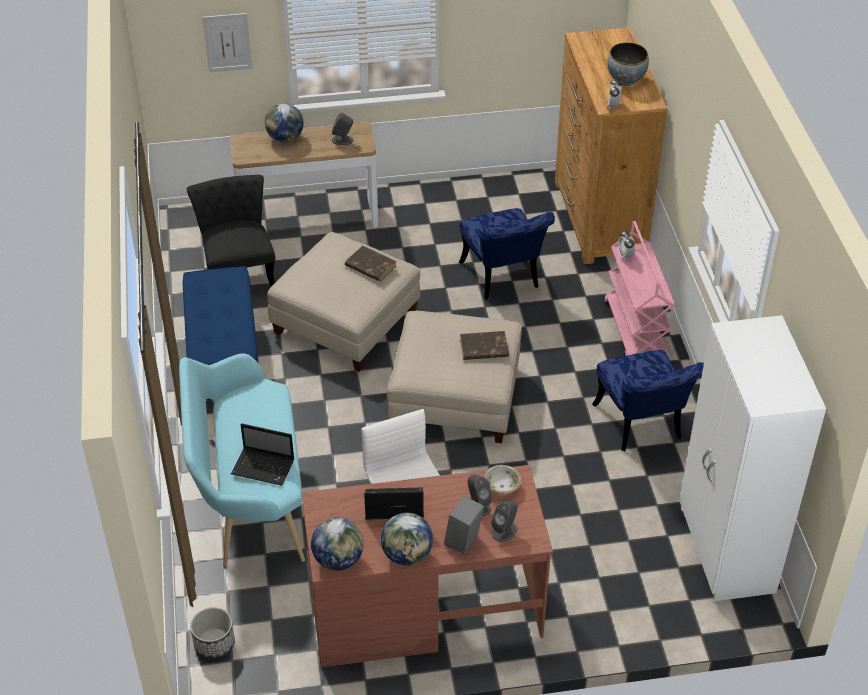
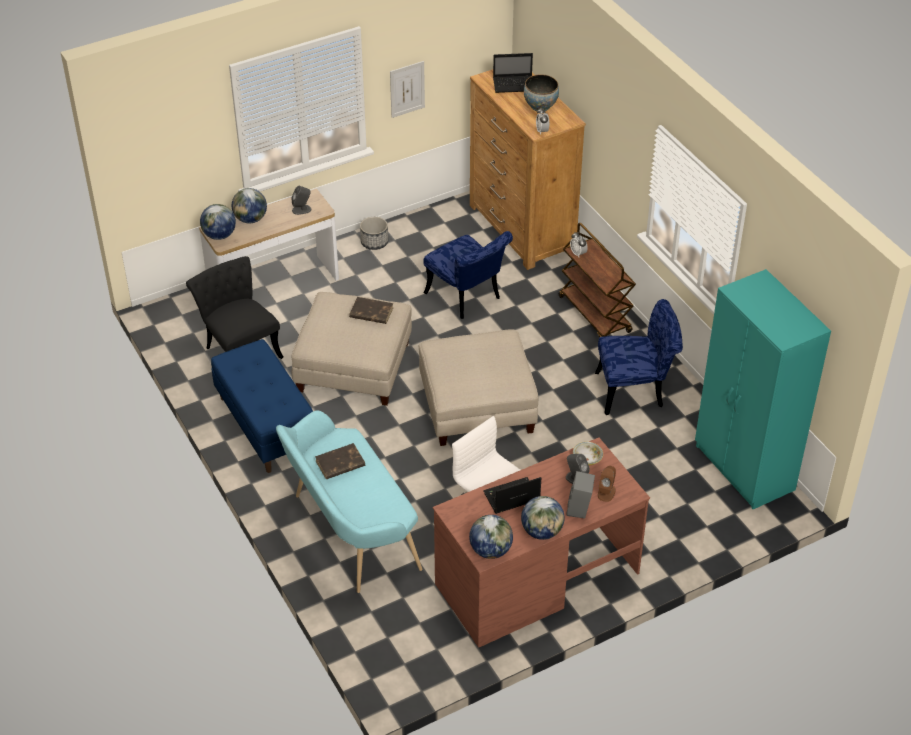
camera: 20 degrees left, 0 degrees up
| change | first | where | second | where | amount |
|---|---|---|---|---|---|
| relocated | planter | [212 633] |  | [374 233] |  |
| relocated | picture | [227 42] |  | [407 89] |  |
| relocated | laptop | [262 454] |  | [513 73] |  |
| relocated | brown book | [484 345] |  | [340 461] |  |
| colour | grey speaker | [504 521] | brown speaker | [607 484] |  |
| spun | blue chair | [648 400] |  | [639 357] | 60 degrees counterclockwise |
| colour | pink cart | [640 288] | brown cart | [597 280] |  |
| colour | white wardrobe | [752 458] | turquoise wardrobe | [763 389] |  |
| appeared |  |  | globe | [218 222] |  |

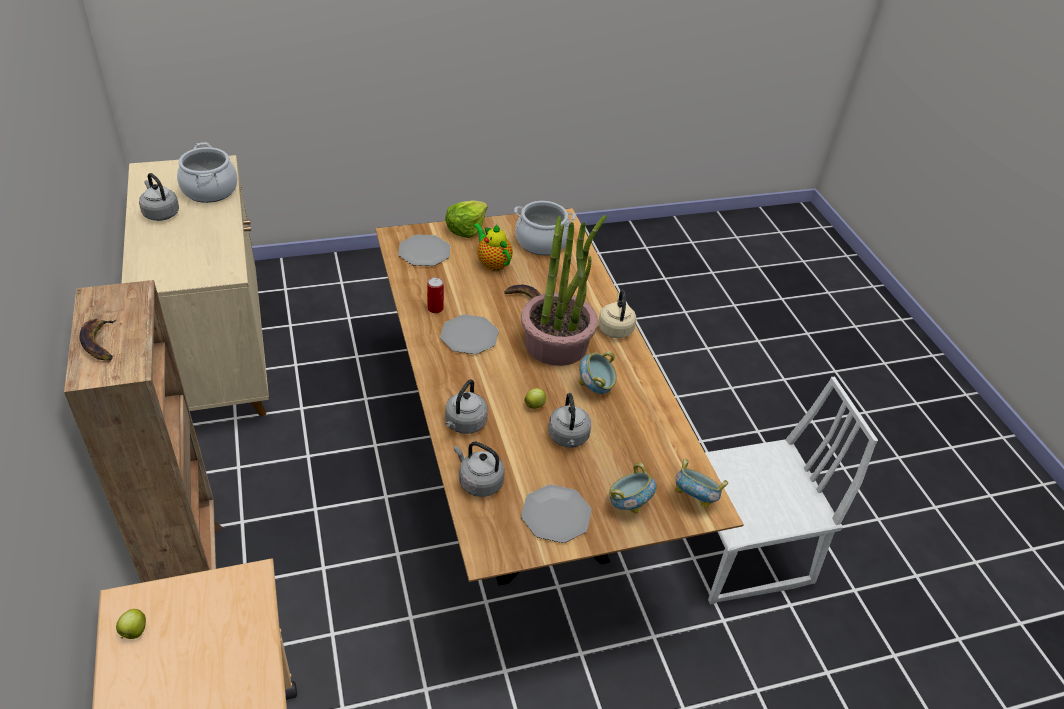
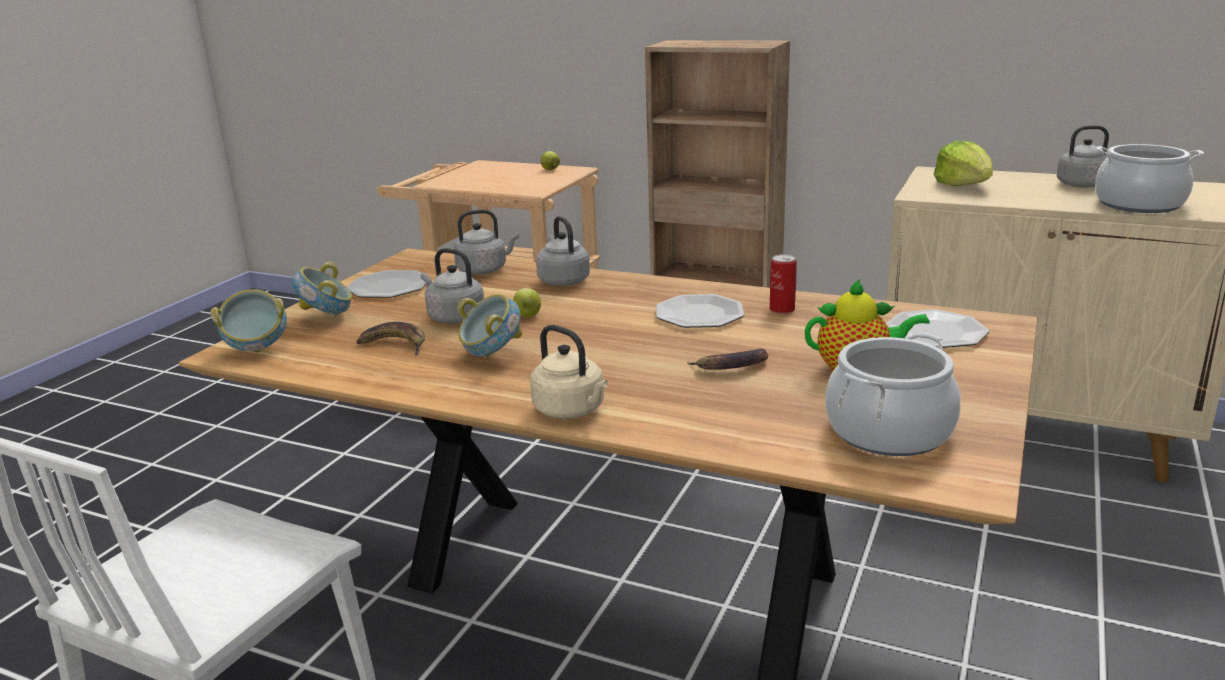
camera: 135 degrees right, 20 degrees down
| change | first | where | second | where | amount |
|---|---|---|---|---|---|
| relocated | banana | [98 339] |  | [390 338] |  |
| relocated | lettuce | [466 219] |  | [963 164] |  |
| missing | potted plant | [564 290] |  |  |  |

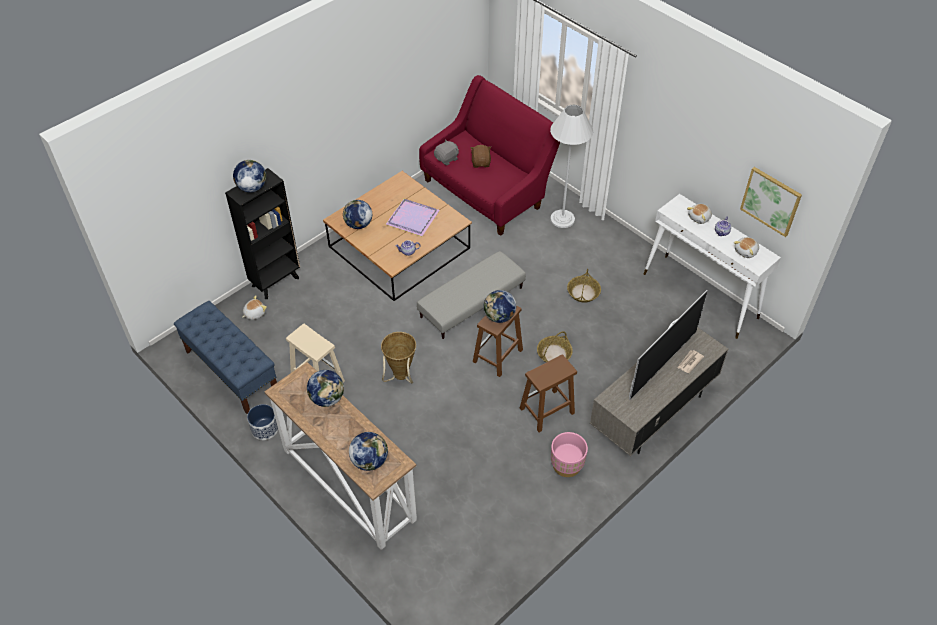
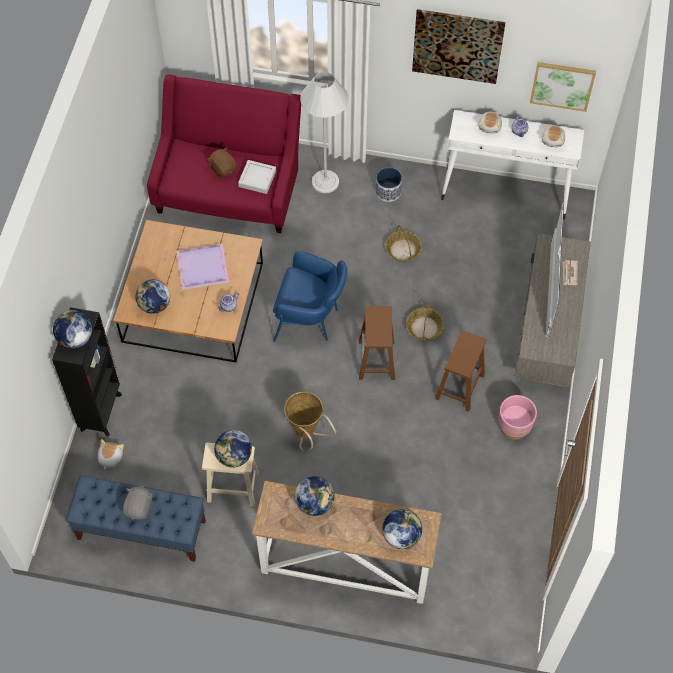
camera: 35 degrees left, 10 degrees up
| change | first | where | second | where | amount |
|---|---|---|---|---|---|
| relocated | planter | [262 422] |  | [389 185] |  |
| exchanged | grey ottoman | [471 295] | blue armchair | [310 296] |  |
| relocated | grey plush toy | [446 153] |  | [137 503] |  |
| relocated | globe | [499 306] |  | [233 449] |  |
| appeared |  |  | grey tray | [257 177] |  |
| appeared |  |  | picture | [459 46] |  |

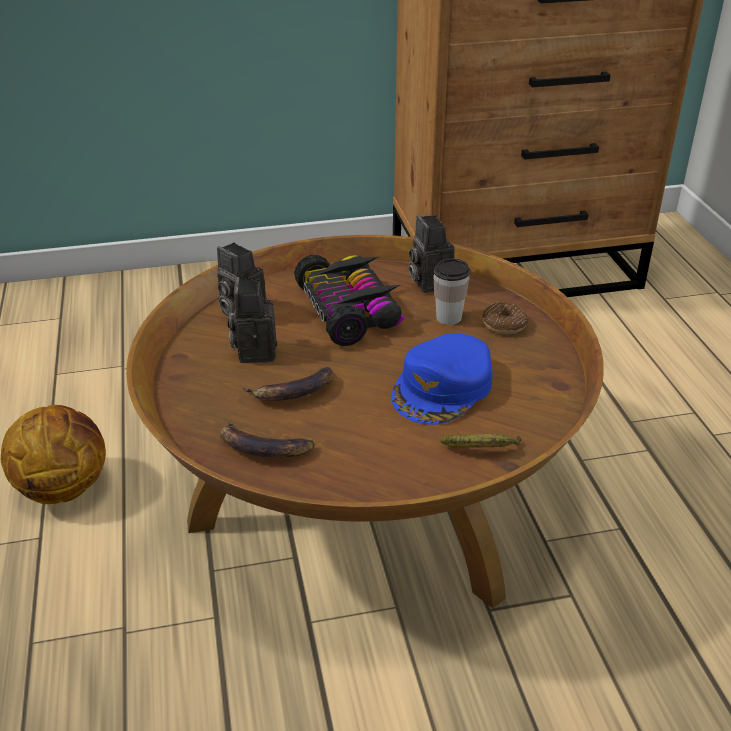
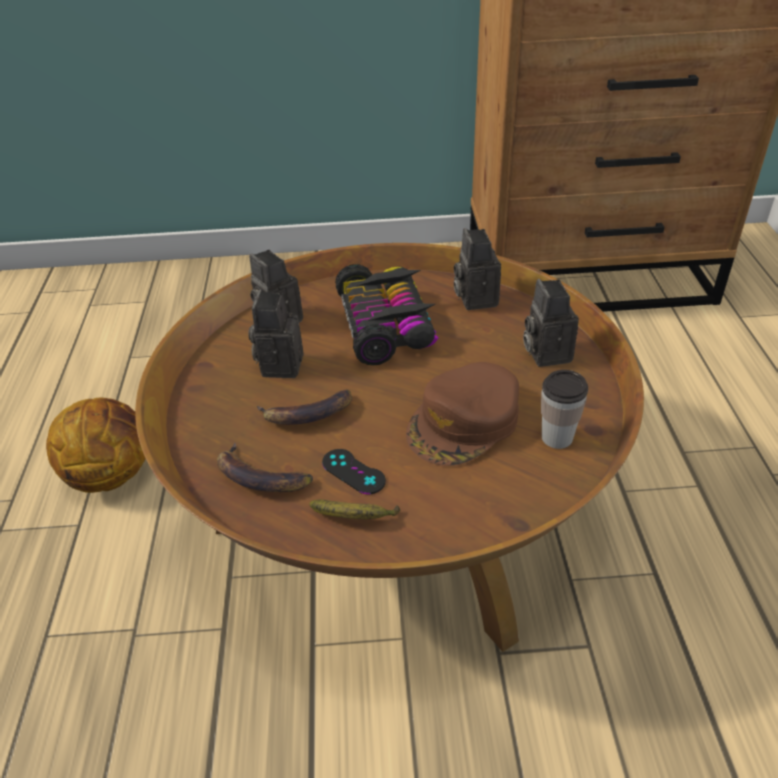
camera: 10 degrees right, 5 degrees up
| change | first | where | second | where | amount |
|---|---|---|---|---|---|
| colour | blue cap | [442 379] | brown cap | [462 414] |  |
| relocated | cup | [451 291] |  | [564 409] |  |
| relocated | banana | [481 440] |  | [354 509] |  |
| exchanged | donut | [505 318] | photo camera | [551 323] |  |
| appeared |  |  | black game controller | [354 471] |  |

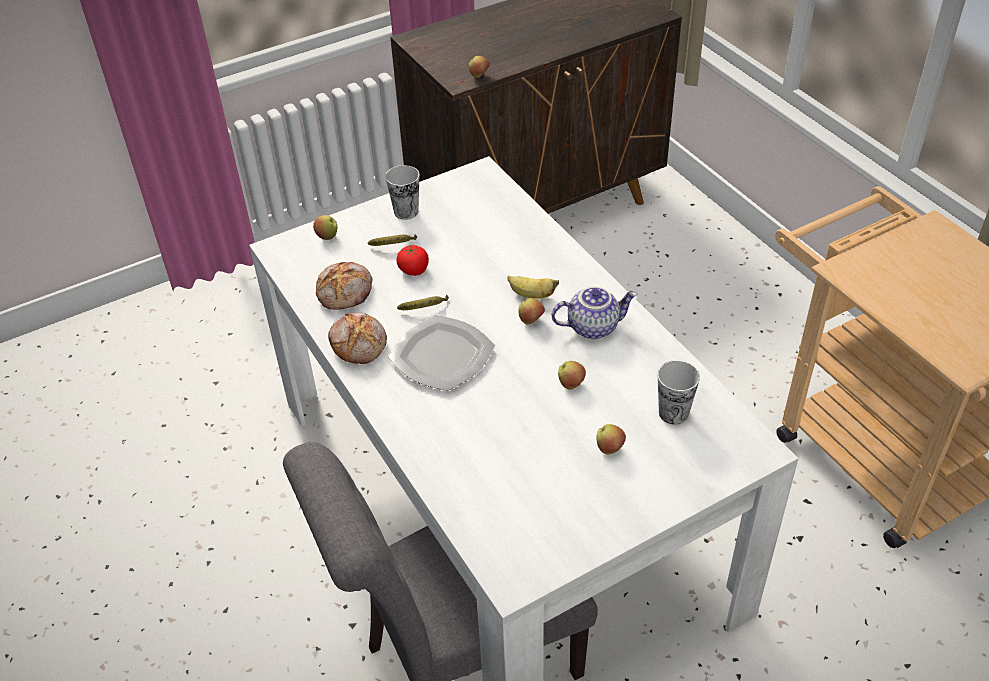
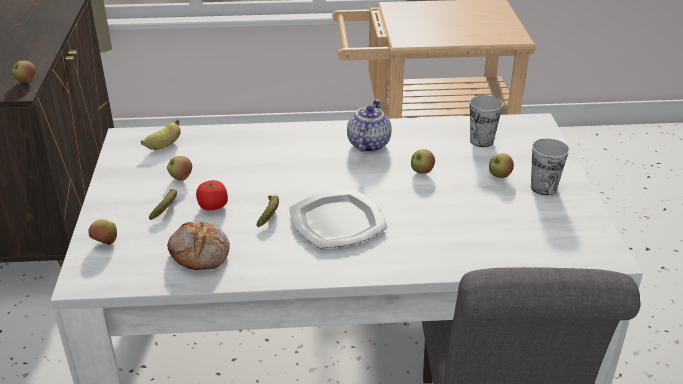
camera: 65 degrees left, 10 degrees down
| change | first | where | second | where | amount |
|---|---|---|---|---|---|
| missing | bread | [357 338] |  |  |  |
| relocated | cup | [402 192] |  | [550 166] |  |
| relocated | banana | [533 287] |  | [161 134] |  |
| relocated | apple | [531 311] |  | [179 168] |  |

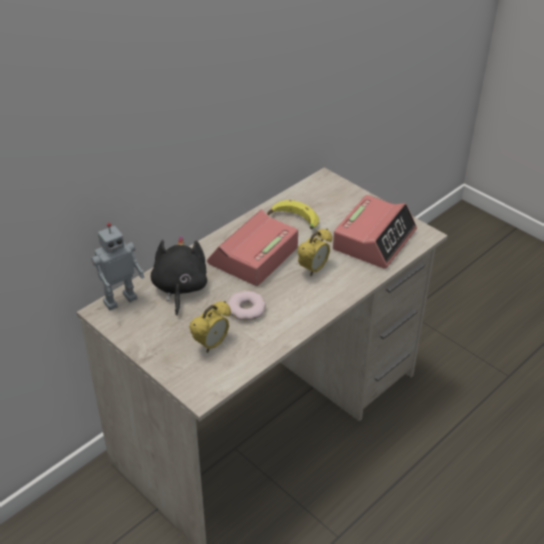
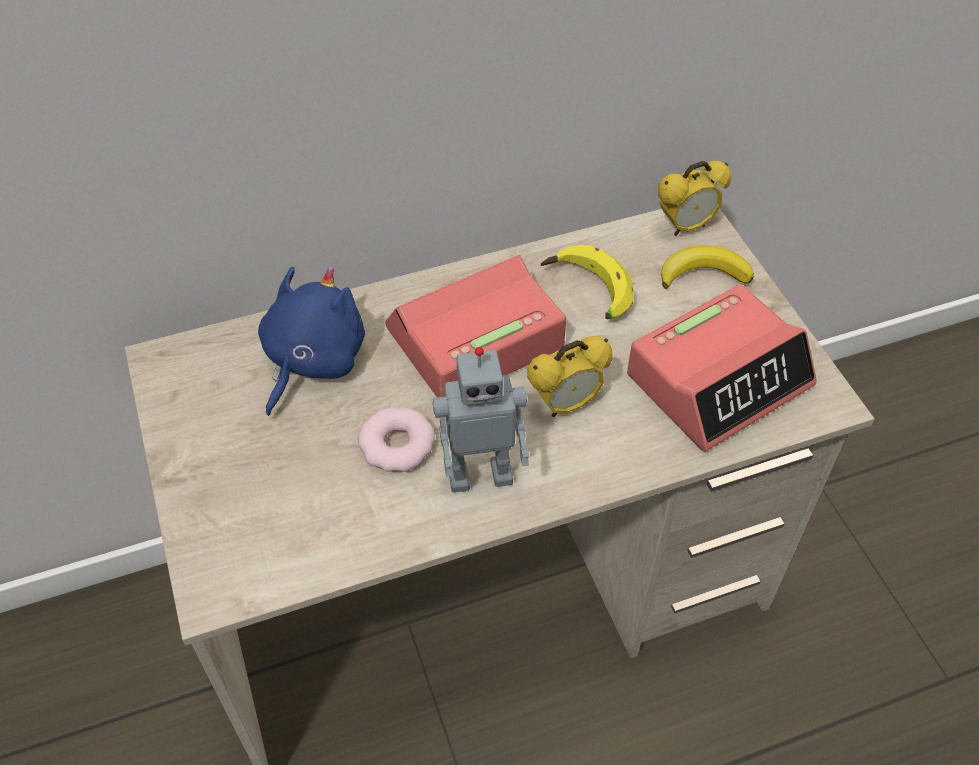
camera: 25 degrees right, 10 degrees up
| change | first | where | second | where | amount |
|---|---|---|---|---|---|
| relocated | toy robot | [118 267] |  | [481 420] |  |
| colour | black plush toy | [179 275] | blue plush toy | [311 341] |  |
| relocated | alarm clock | [210 327] |  | [694 198] |  |
| appeared |  |  | banana | [707 267] |  |

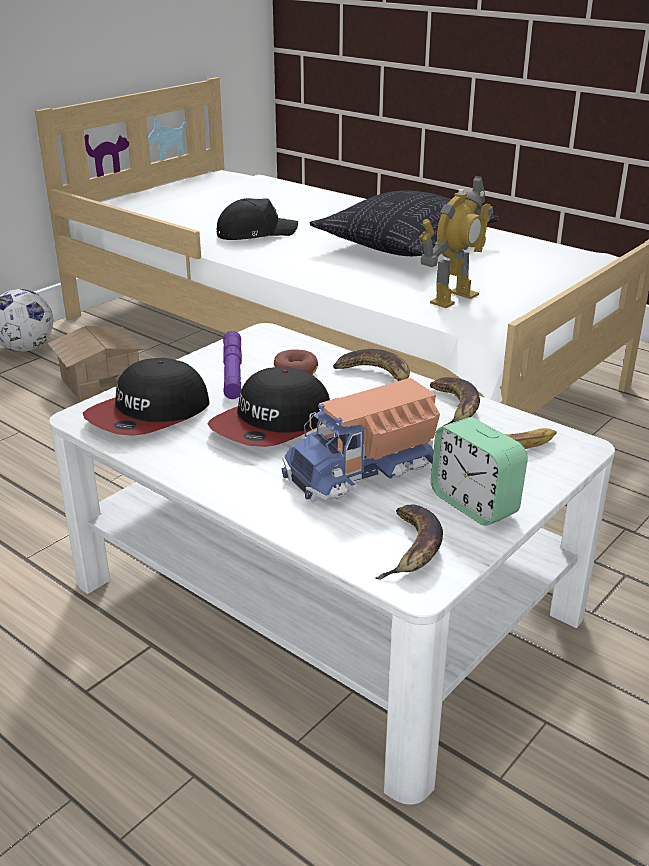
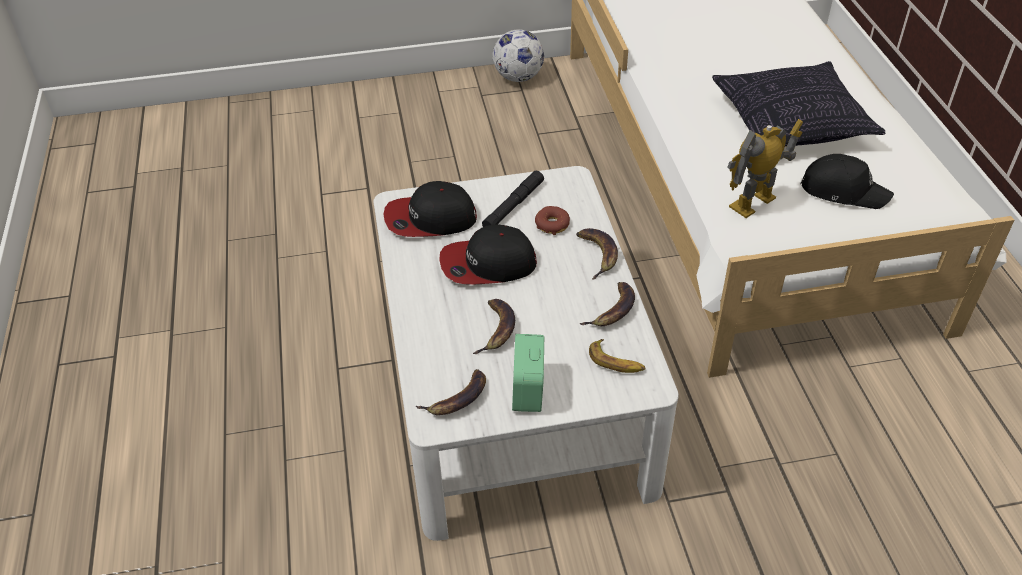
camera: 40 degrees right, 15 degrees up
| change | first | where | second | where | amount |
|---|---|---|---|---|---|
| missing | toy house | [96 364] |  |  |  |
| relocated | black cap | [257 219] |  | [847 181] |  |
| colour | purple flashlight | [232 365] | black flashlight | [513 199] |  |
| exchanged | toy truck | [360 440] | banana | [494 326] |  |
| spun | toy robot | [456 242] |  | [765 168] | 150 degrees clockwise |

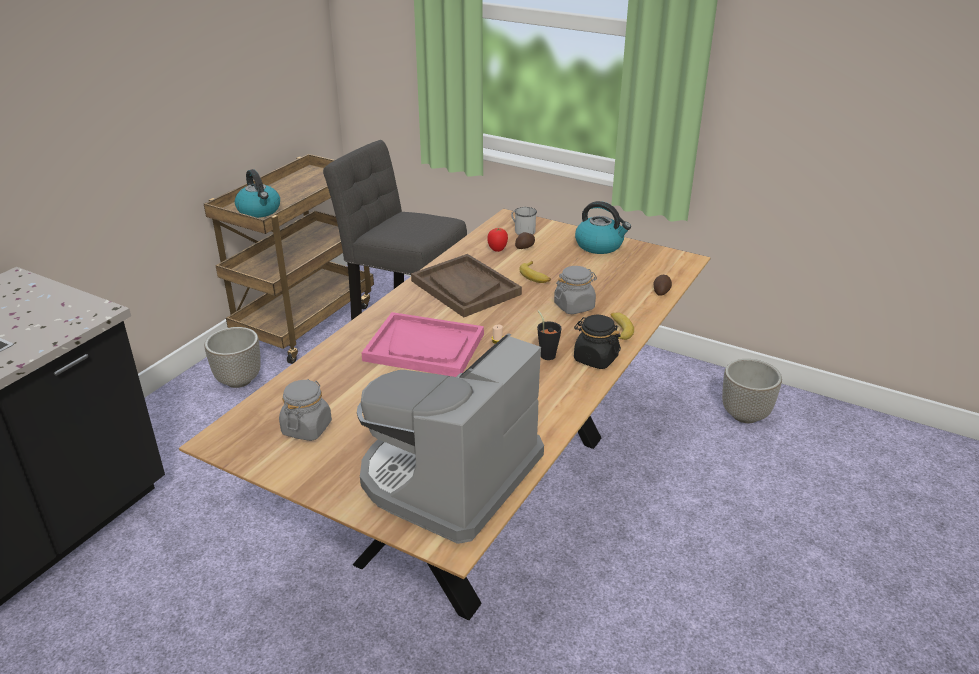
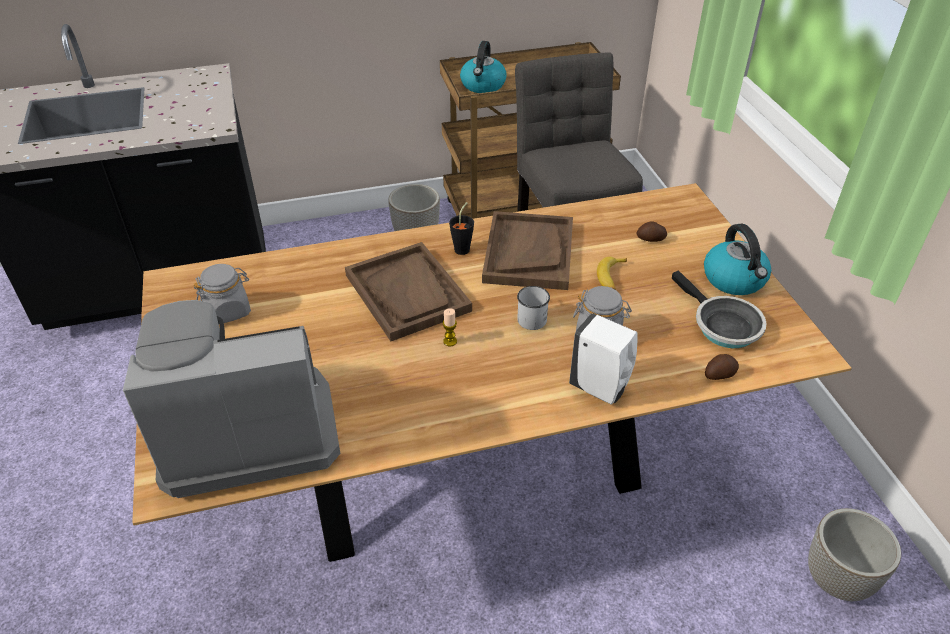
camera: 45 degrees right, 10 degrees up
| change | first | where | second | where | amount |
|---|---|---|---|---|---|
| colour | pink tray | [423 344] | brown tray | [408 291] |  |
| missing | tomato | [497 240] |  |  |  |
| relocated | white mug | [524 221] |  | [533 308] |  |
| relocated | black cup | [549 335] |  | [461 228] |  |
| missing | black jar | [597 342] |  |  |  |
| exchanged | banana | [622 326] | white soap dispenser | [603 359] |  |
| appeared |  |  | frying pan | [719 309] |  |

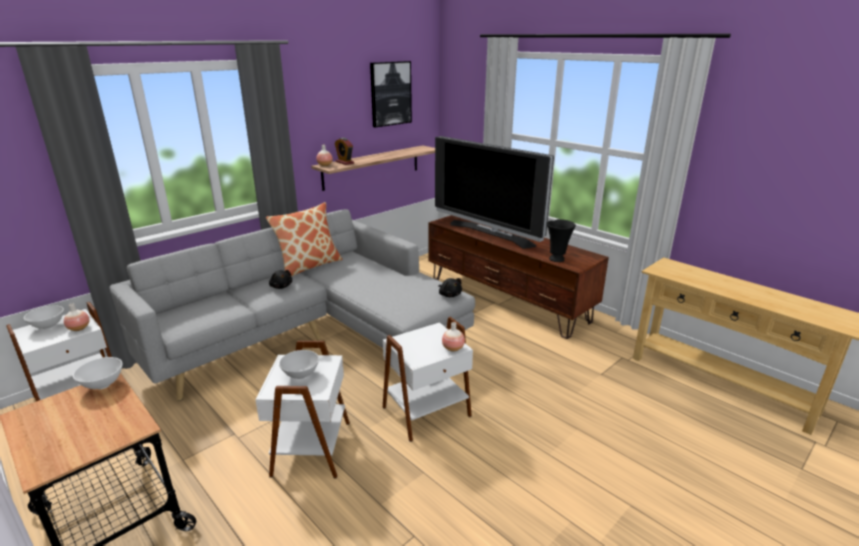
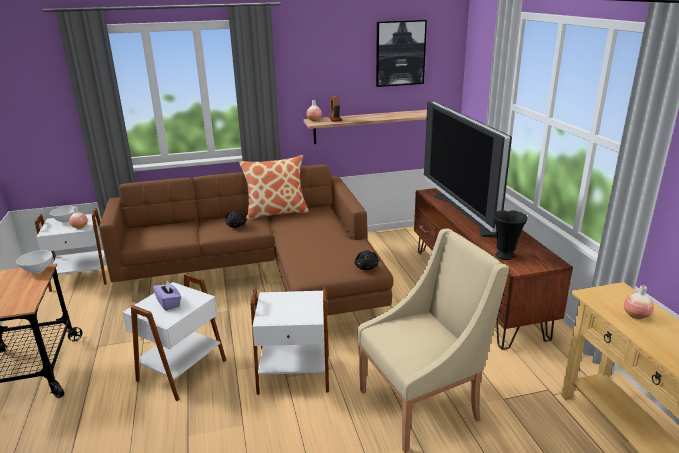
camera: 30 degrees right, 0 degrees up
| change | first | where | second | where | amount |
|---|---|---|---|---|---|
| colour | grey sofa | [292 305] | brown sofa | [246 241] |  |
| exchanged | white bowl | [299 364] | purple tissue box | [167 296] |  |
| relocated | vase | [453 337] |  | [639 302] |  |
| appeared |  |  | beige armchair | [433 341] |  |

